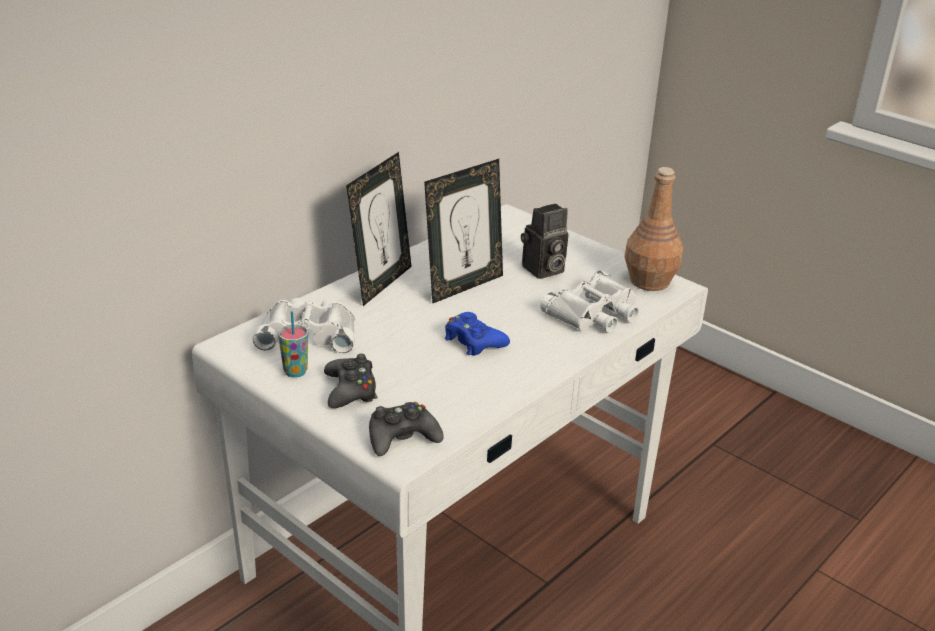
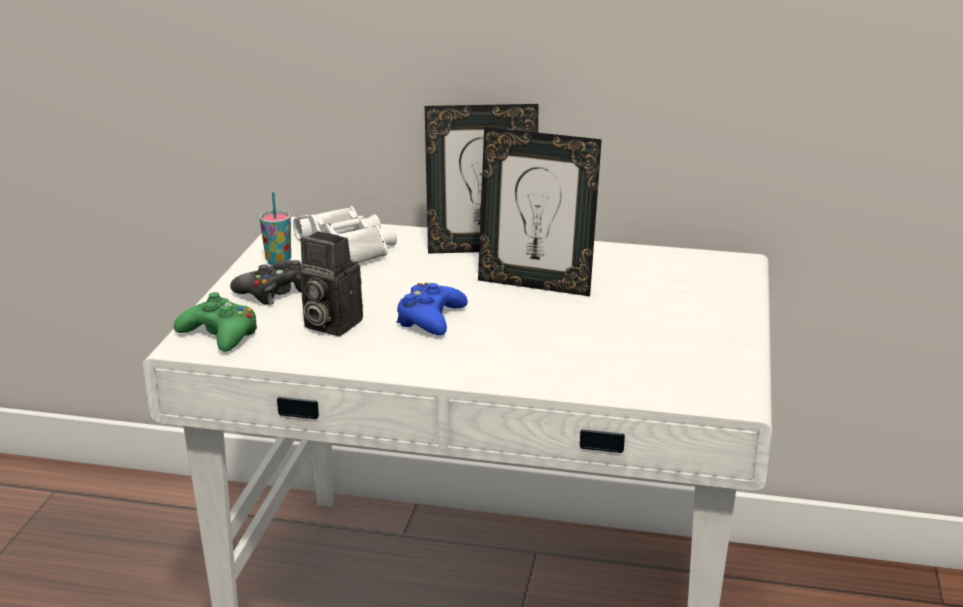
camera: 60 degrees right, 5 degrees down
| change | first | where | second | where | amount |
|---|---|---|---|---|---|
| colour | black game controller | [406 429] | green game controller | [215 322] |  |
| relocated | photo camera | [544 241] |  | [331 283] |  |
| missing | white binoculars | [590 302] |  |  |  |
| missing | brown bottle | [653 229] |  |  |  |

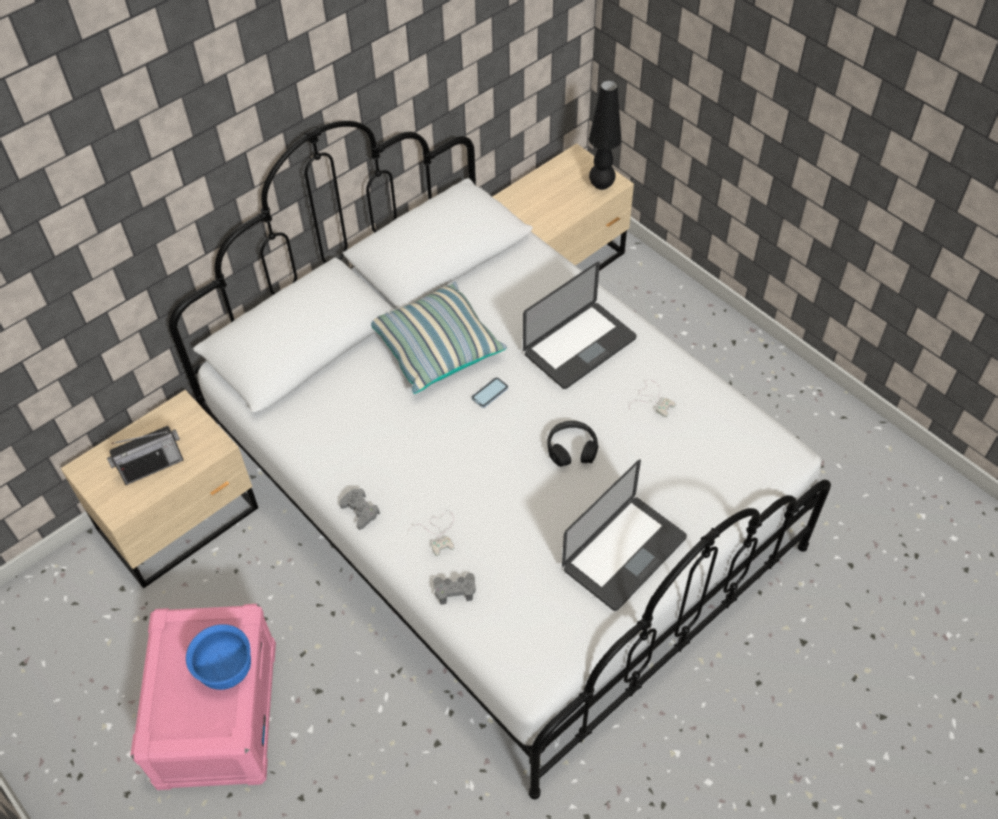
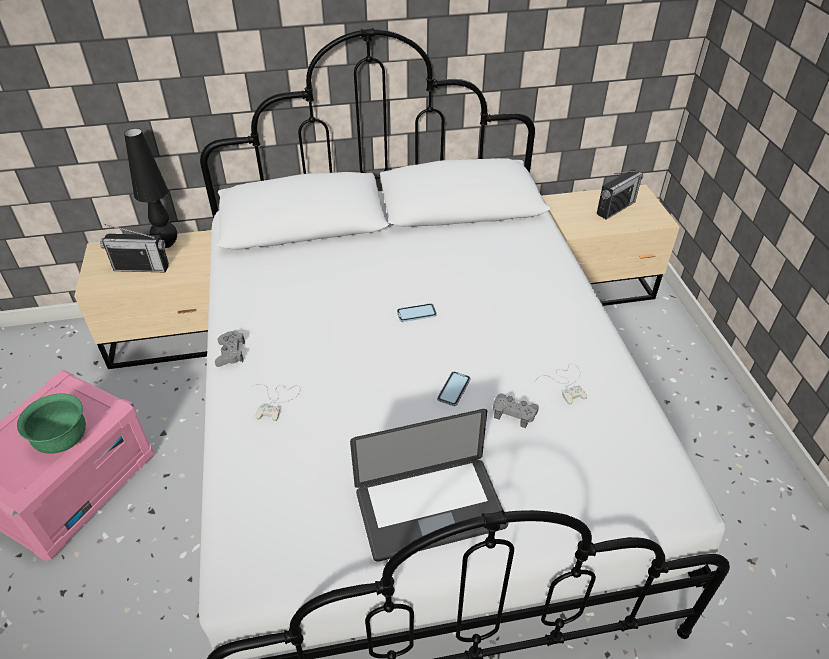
camera: 30 degrees right, 10 degrees down
| change | first | where | second | where | amount |
|---|---|---|---|---|---|
| colour | blue bowl | [218 657] | green bowl | [51 423] |  |
| missing | pillow | [439 337] |  |  |  |
| relocated | grey game controller | [454 589] |  | [516 410] |  |
| missing | laptop | [580 325] |  |  |  |
| exchanged | black headphones | [572 444] | phone | [453 388] |  |
| relocated | black table lamp | [605 135] |  | [150 188] |  |
| appeared |  |  | radio | [620 194] |  |

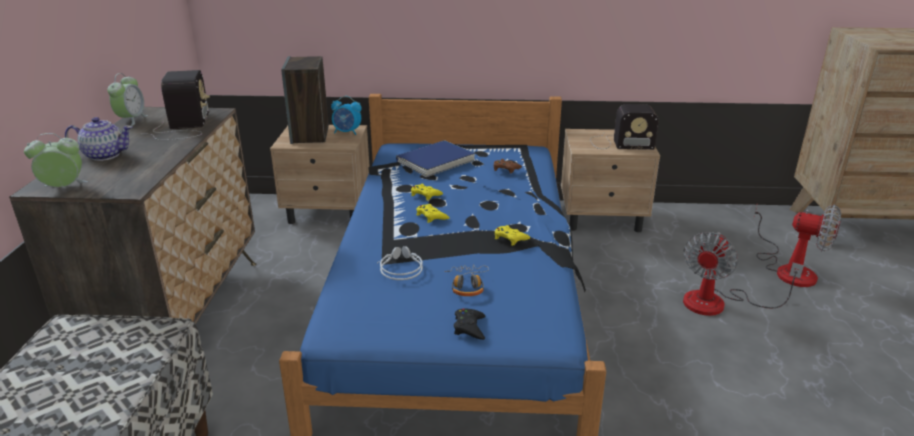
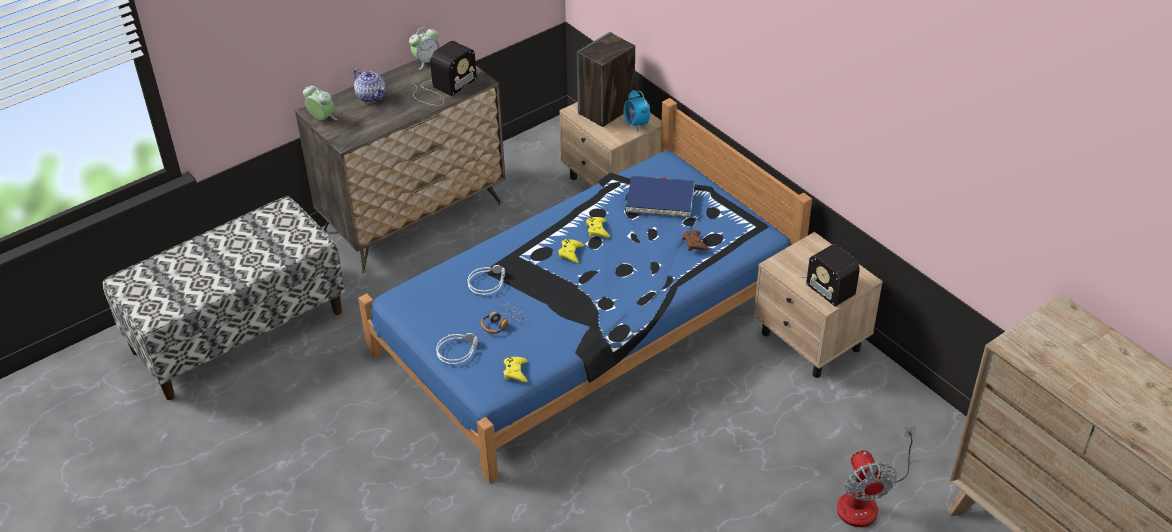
camera: 50 degrees right, 15 degrees up
| change | first | where | second | where | amount |
|---|---|---|---|---|---|
| exchanged | black game controller | [469 324] | grey headphones | [457 348] |  |
| relocated | yellow game controller | [512 235] |  | [516 369] |  |
| missing | fan | [743 274] |  |  |  |

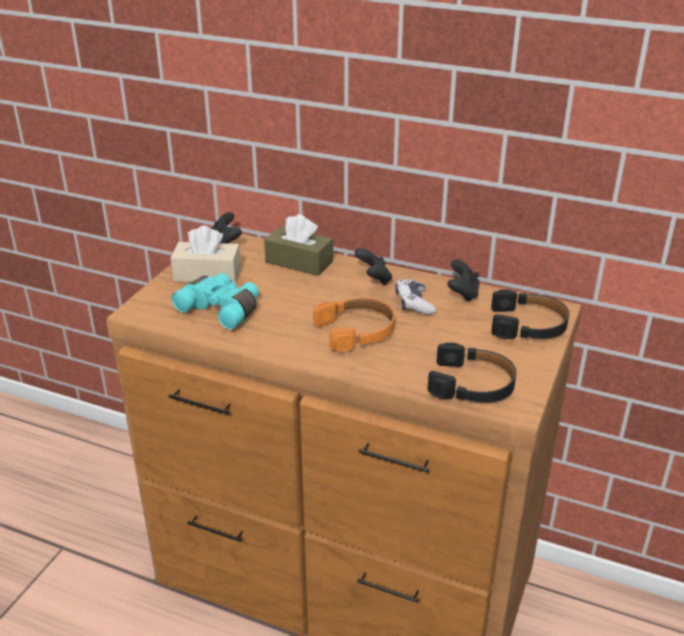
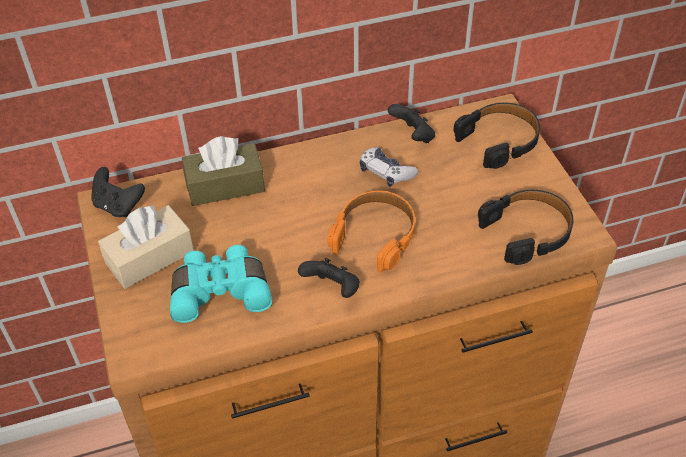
camera: 40 degrees left, 15 degrees up
| change | first | where | second | where | amount |
|---|---|---|---|---|---|
| relocated | black game controller | [373 266] |  | [329 278] |  |

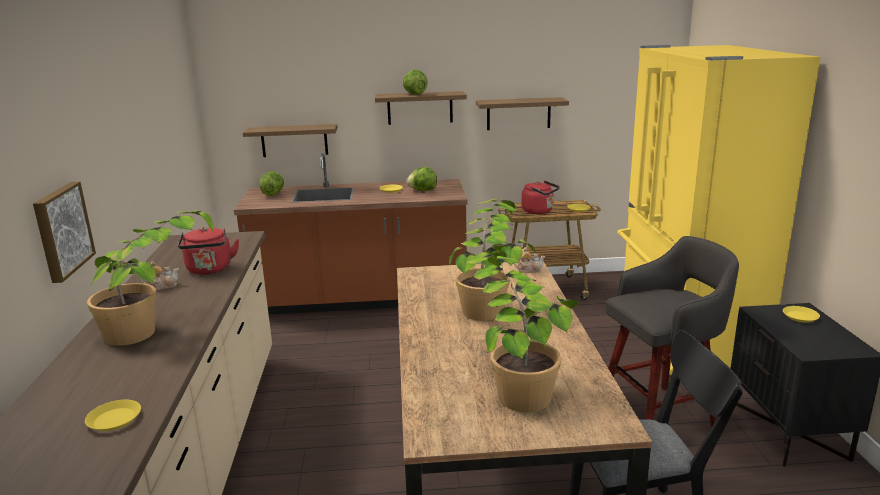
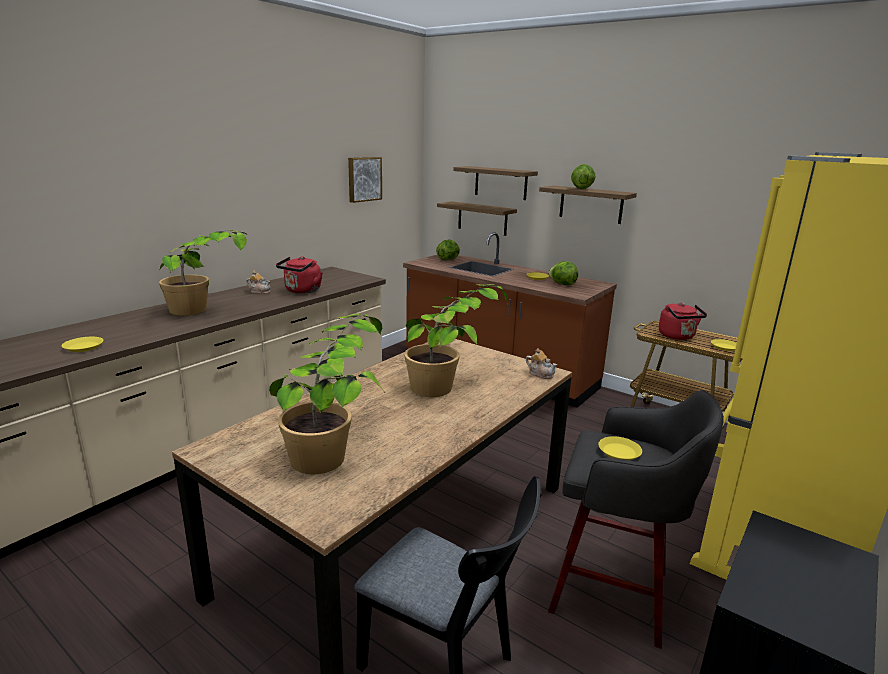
camera: 40 degrees right, 0 degrees up
| change | first | where | second | where | amount |
|---|---|---|---|---|---|
| relocated | picture | [64 232] |  | [365 180] |  |
| relocated | shelf | [522 113] |  | [495 183] |  |
| relocated | yellow plate | [801 314] |  | [620 448] |  |

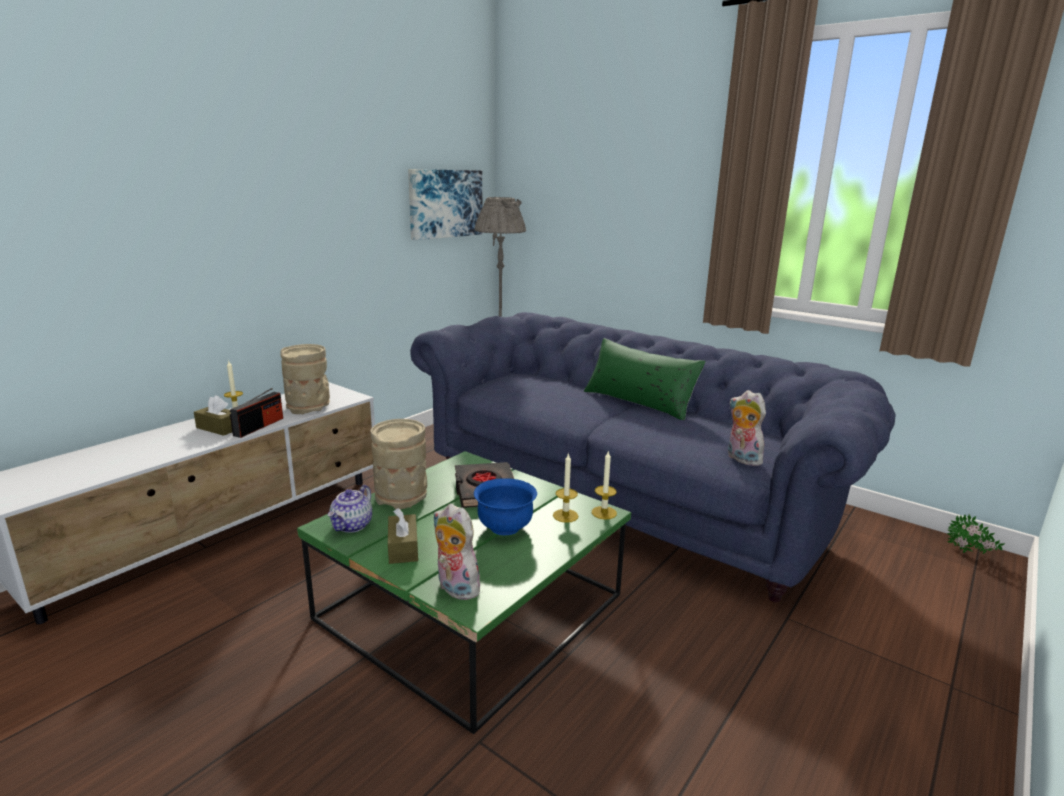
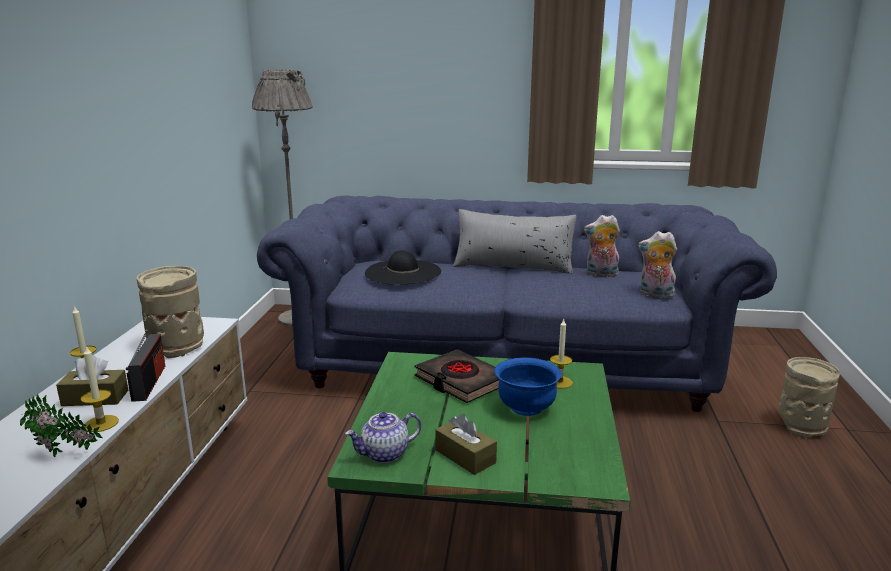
camera: 30 degrees left, 0 degrees up
| change | first | where | second | where | amount |
|---|---|---|---|---|---|
| spun | teapot | [350 509] |  | [383 437] | 75 degrees clockwise |
| relocated | beige vase | [399 464] |  | [809 398] |  |
| missing | picture | [445 204] |  |  |  |
| relocated | plush toy | [459 551] |  | [602 246] |  |
| colour | green pillow | [645 379] | grey pillow | [515 241] |  |
| relocated | candle | [604 485] |  | [99 389] |  |
| relocated | potted plant | [976 534] |  | [61 425] |  |
| appeared |  |  | black hat | [403 267] |  |

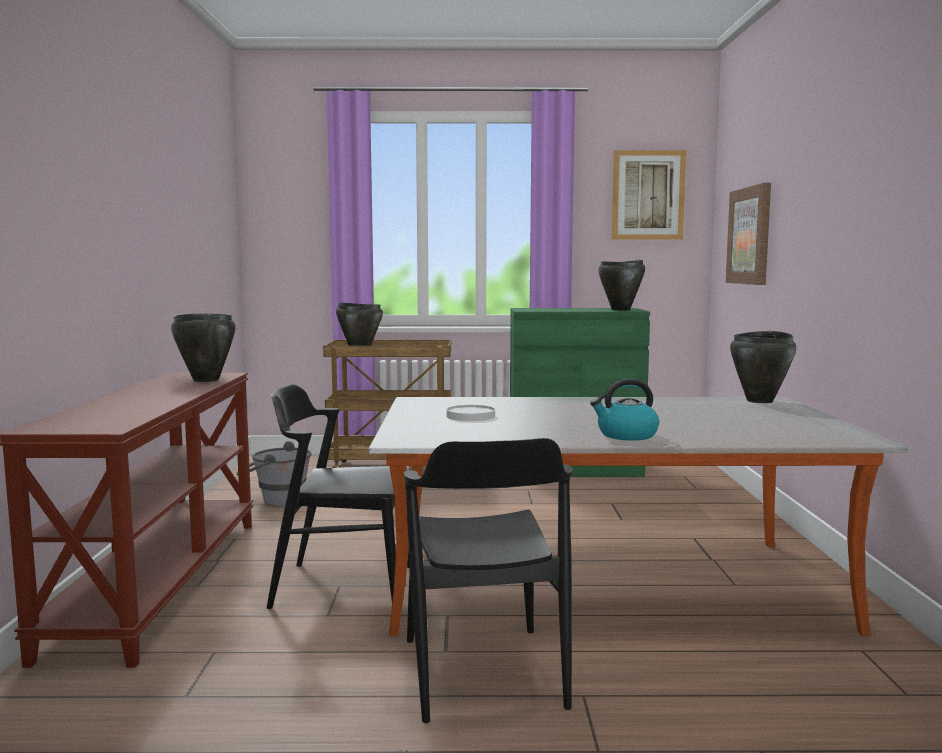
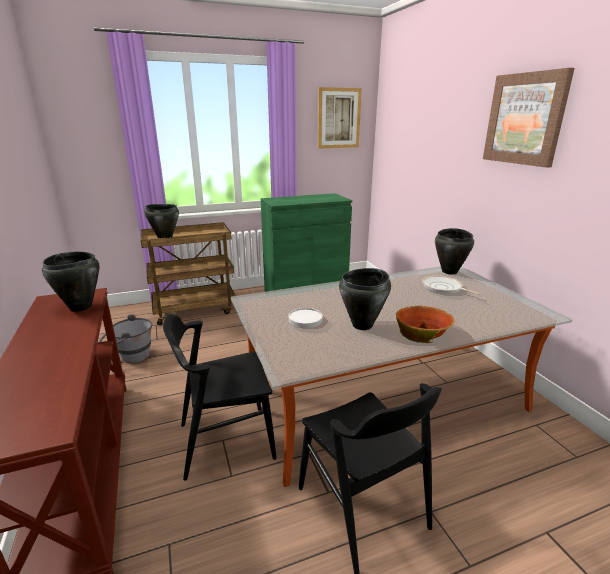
camera: 20 degrees left, 15 degrees up
| change | first | where | second | where | amount |
|---|---|---|---|---|---|
| exchanged | kettle | [624 409] | bowl | [425 324] |  |
| relocated | black cooking pot | [621 285] |  | [365 299] |  |
| relocated | picture | [748 234] |  | [529 118] |  |
| appeared |  |  | frying pan | [451 285] |  |

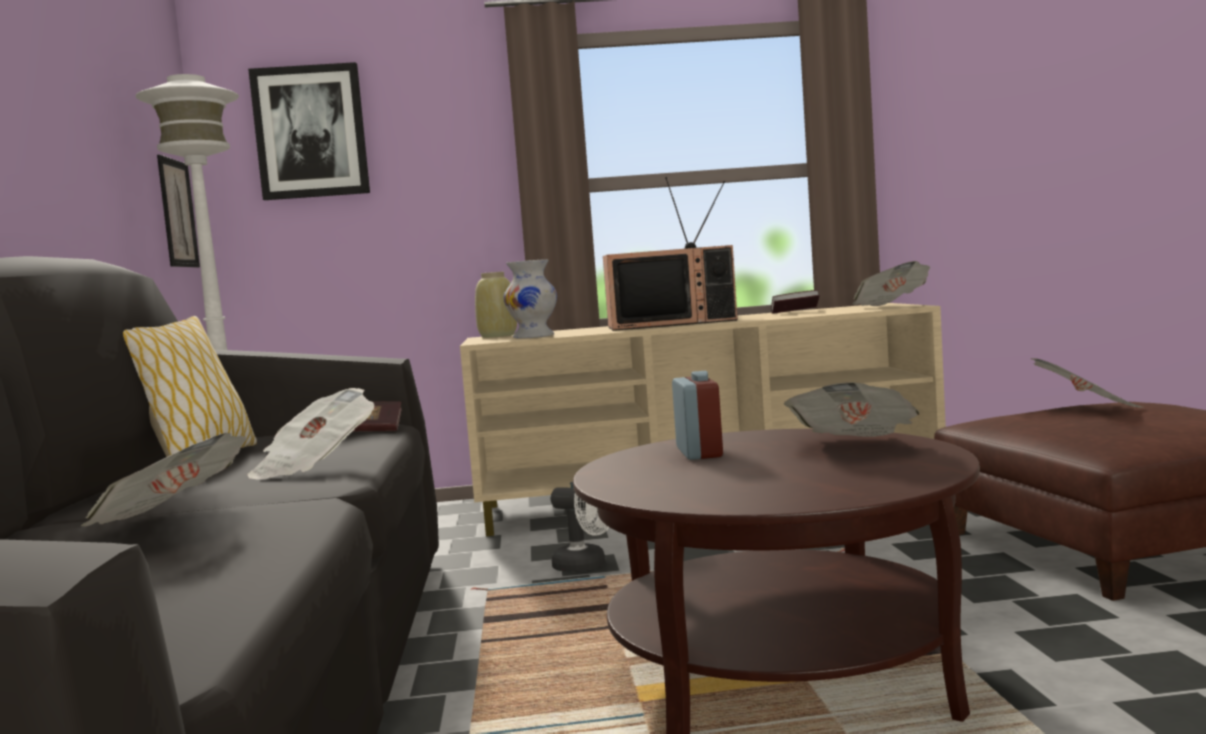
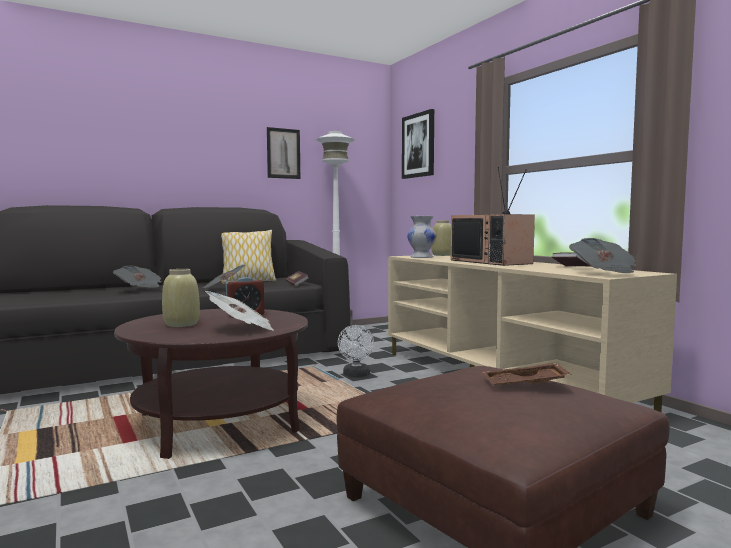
camera: 65 degrees right, 0 degrees up
| change | first | where | second | where | amount |
|---|---|---|---|---|---|
| relocated | picture | [178 211] |  | [283 153] |  |
| exchanged | newspaper | [1087 383] | brown tray | [526 374] |  |
| appeared |  |  | beige vase | [181 298] |  |

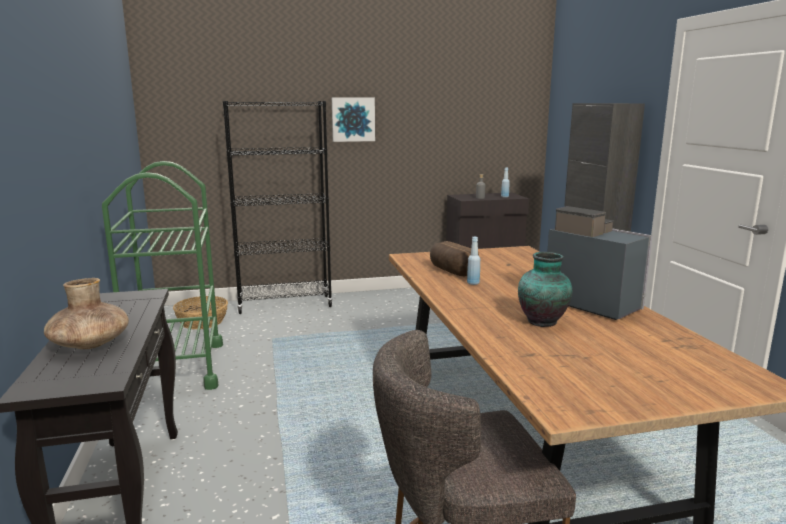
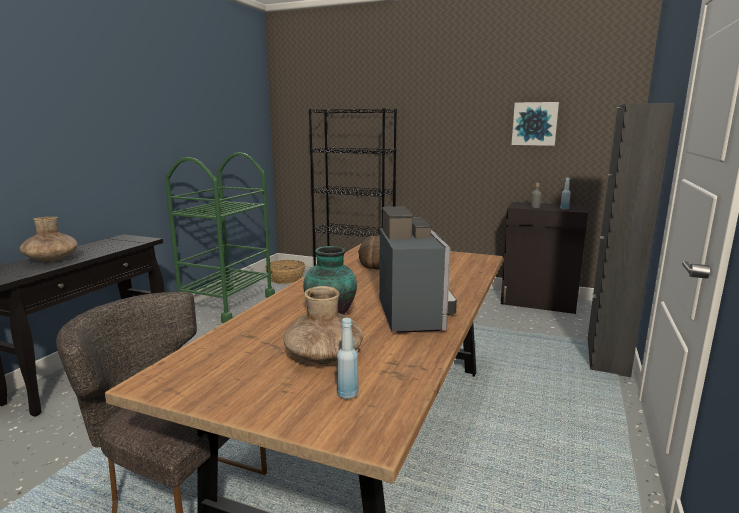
camera: 35 degrees right, 0 degrees up
| change | first | where | second | where | amount |
|---|---|---|---|---|---|
| relocated | picture | [353 120] |  | [535 124] |  |
| relocated | blue bottle | [473 261] |  | [348 358] |  |
| appeared |  |  | brown vase | [323 325] |  |

